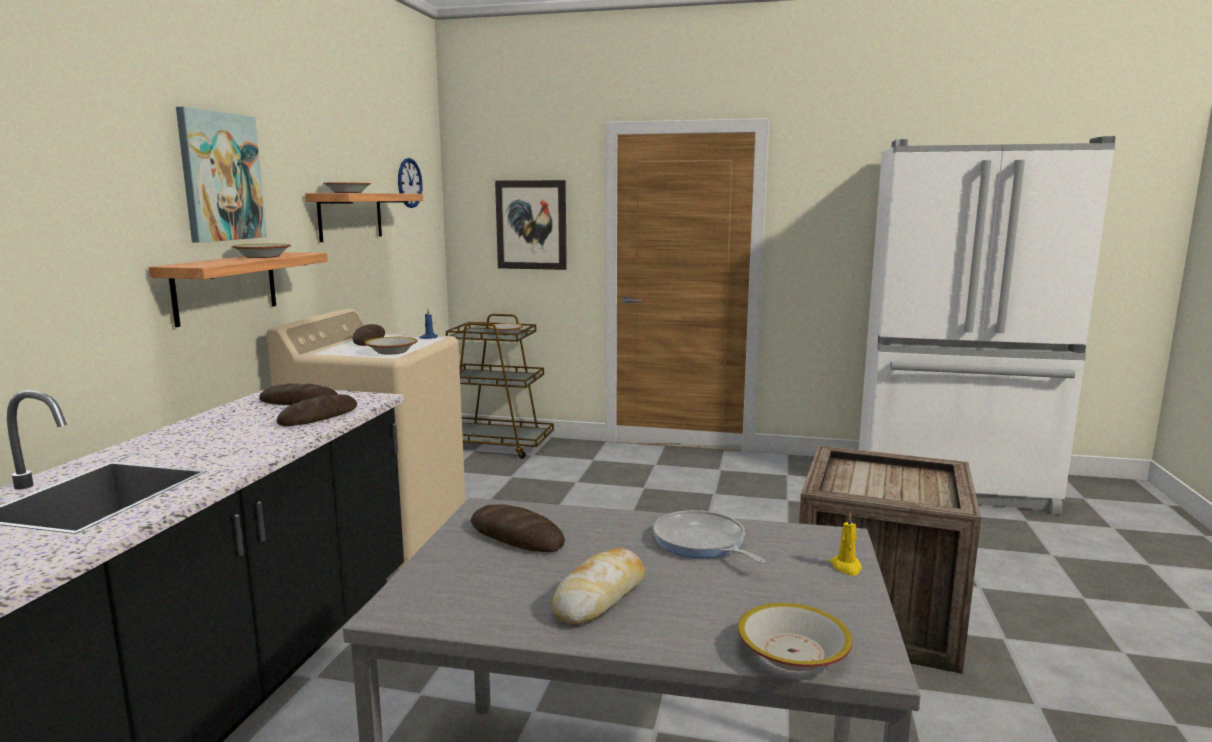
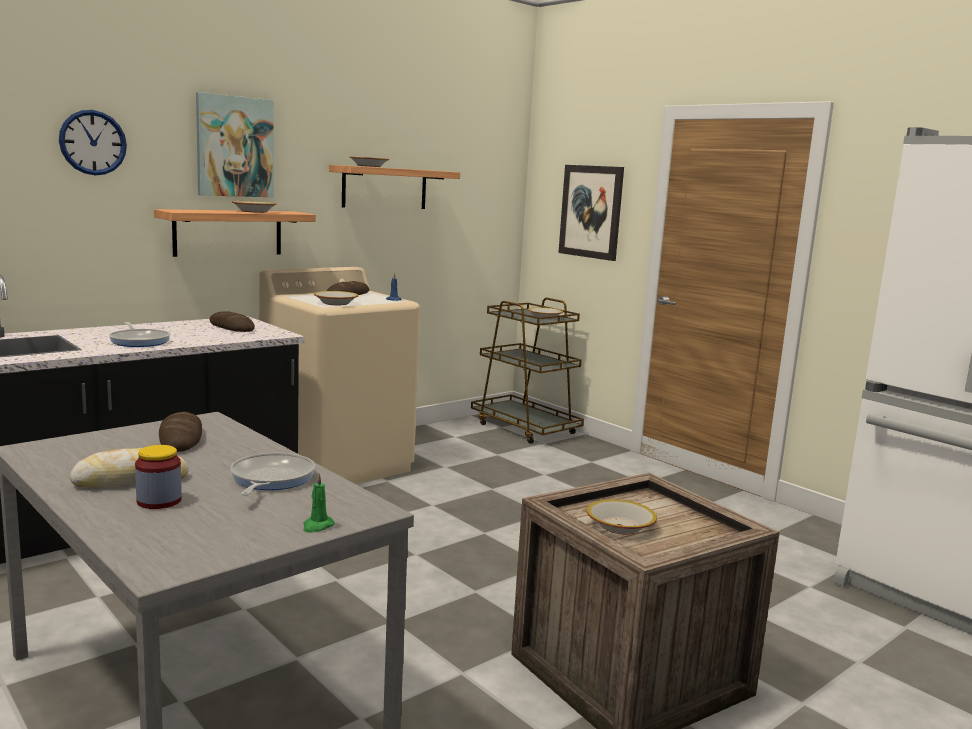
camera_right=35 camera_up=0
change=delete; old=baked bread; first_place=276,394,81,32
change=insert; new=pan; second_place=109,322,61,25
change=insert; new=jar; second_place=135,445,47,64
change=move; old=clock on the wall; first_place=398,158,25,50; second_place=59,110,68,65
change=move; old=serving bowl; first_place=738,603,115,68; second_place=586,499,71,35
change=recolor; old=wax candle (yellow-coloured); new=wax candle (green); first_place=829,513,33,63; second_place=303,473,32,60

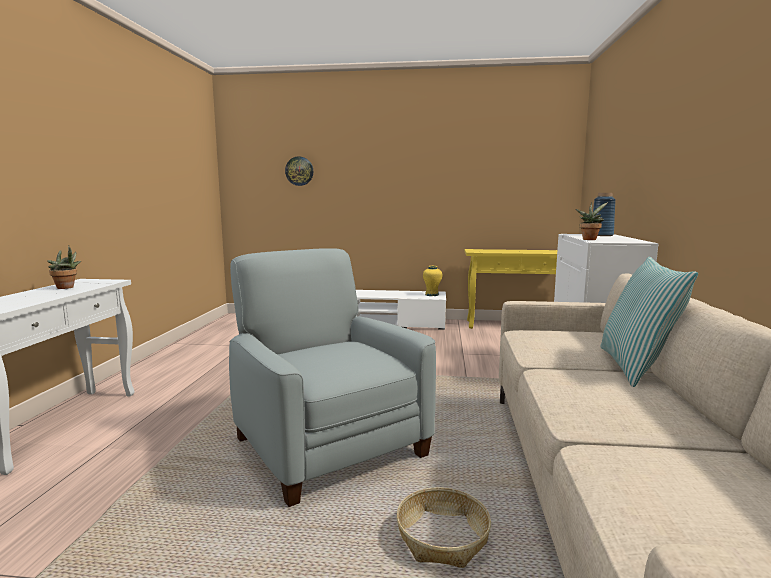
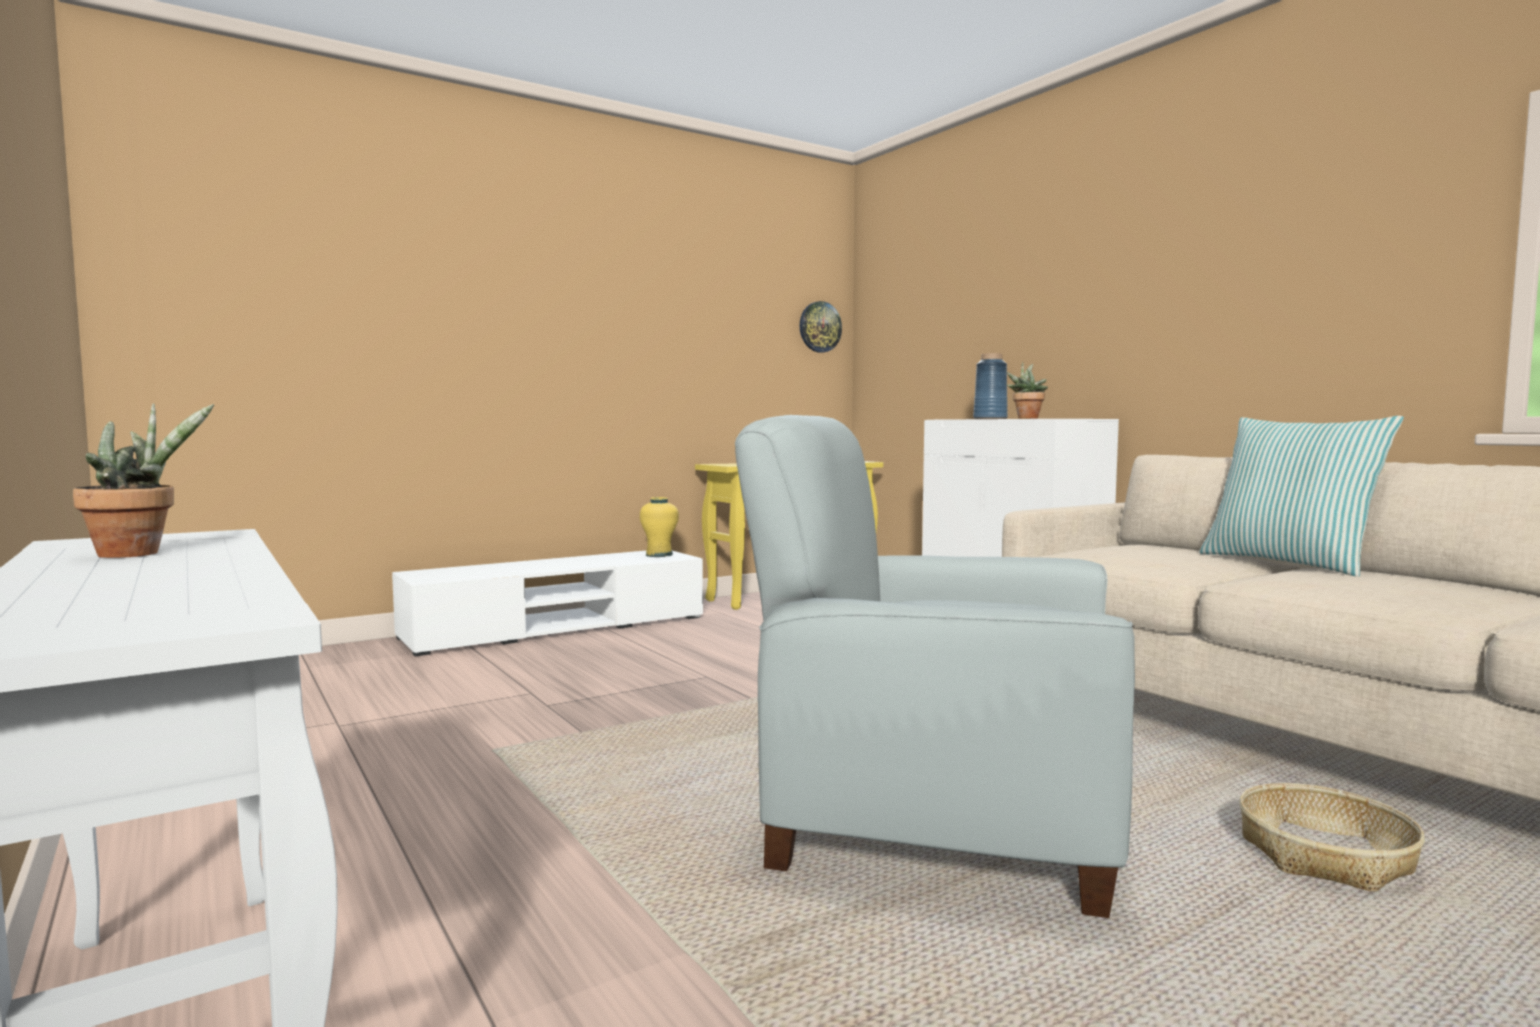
camera_right=-40 camera_up=-5
change=move; old=clock on the wall; first_place=285,156,28,30; second_place=800,301,42,52

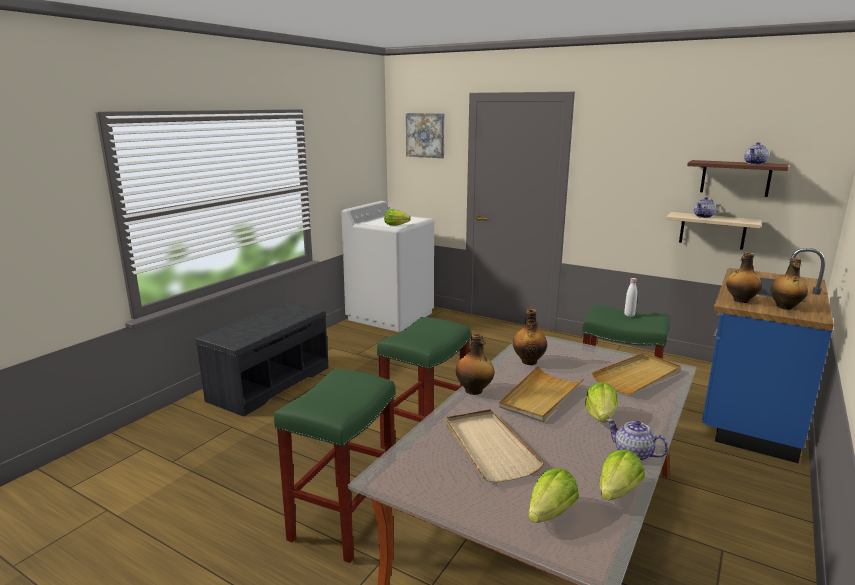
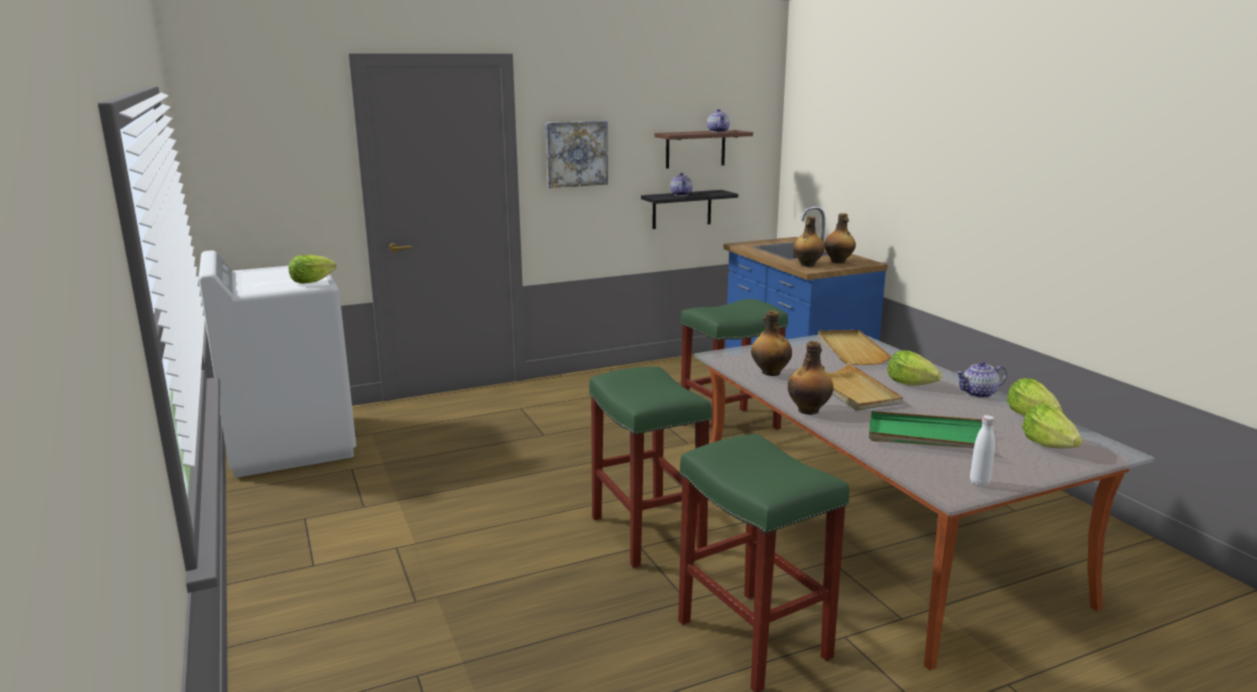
camera_right=-55 camera_up=0
change=delete; old=bench (grey); first_place=196,302,133,115
change=move; old=wall art; first_place=406,113,38,45; second_place=546,121,62,67
change=move; old=bottle (whitish); first_place=624,278,13,39; second_place=970,415,25,72
change=recolor; old=carrying tray (beige-coloured); new=carrying tray (green); first_place=446,409,98,74; second_place=869,411,113,38
change=recolor; old=shelf (beige-coloured); new=shelf (blackish); first_place=666,212,96,38; second_place=641,190,97,39

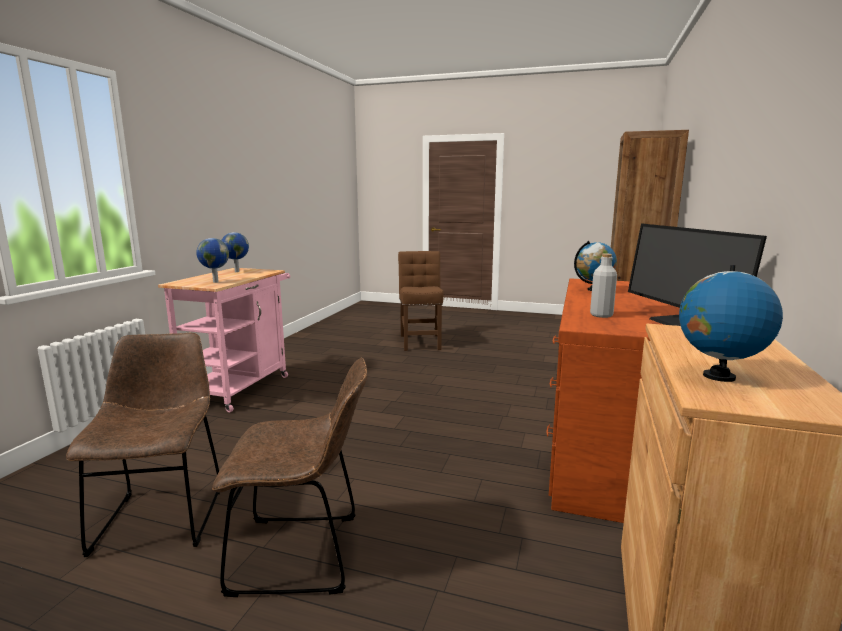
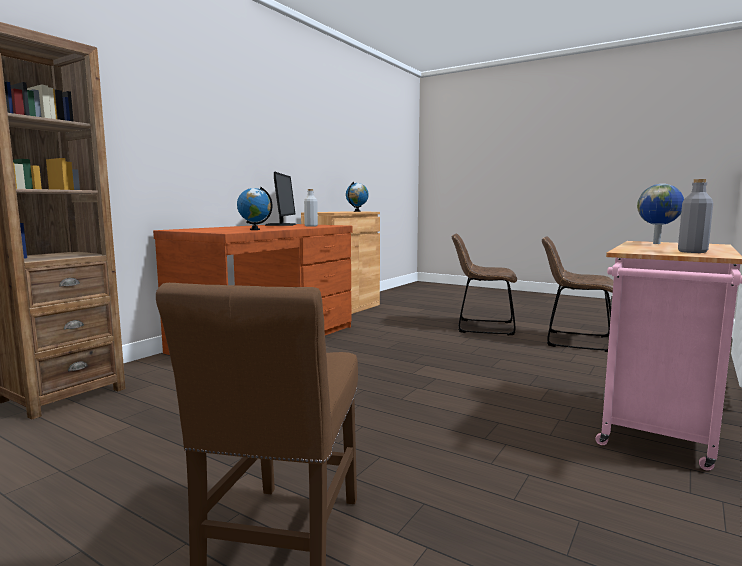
camera_right=-165 camera_up=-5
change=replace; old=globe; new=bottle (grey); first_place=221,232,28,40; second_place=678,179,35,74
change=rotate; old=chair (brownish); first_place=66,333,154,224; second_place=542,236,71,116; degrees=105

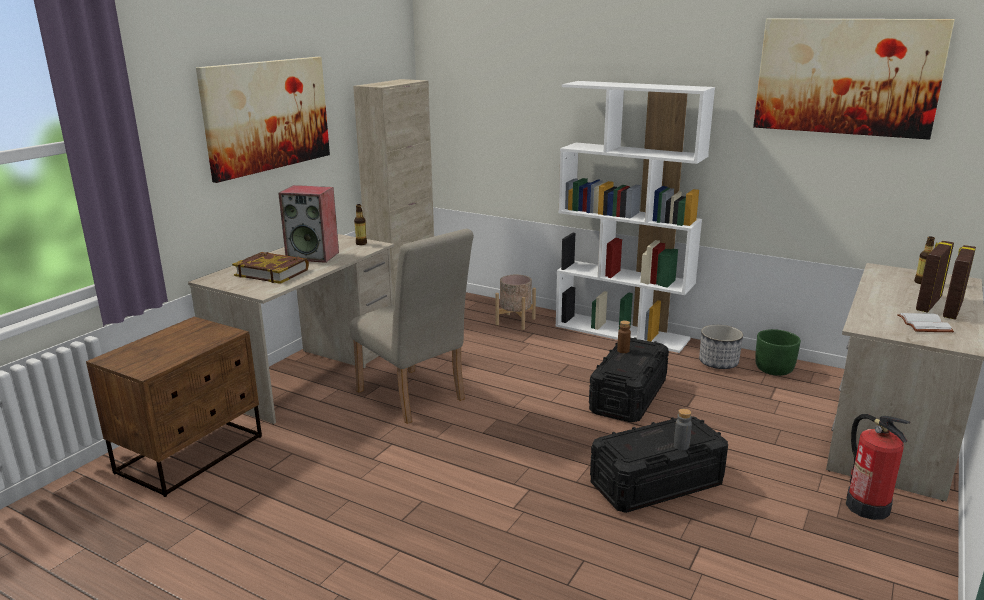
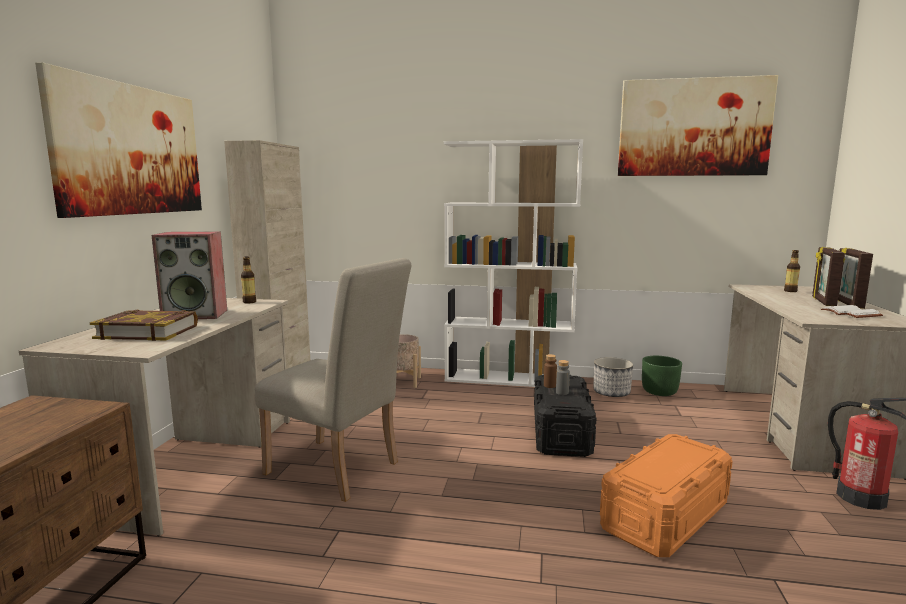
camera_right=-20 camera_up=-10
change=move; old=bottle (grey); first_place=674,409,18,41; second_place=556,360,14,35
change=recolor; old=storage container (blackish); new=storage container (orange); first_place=590,416,138,97; second_place=600,434,132,123

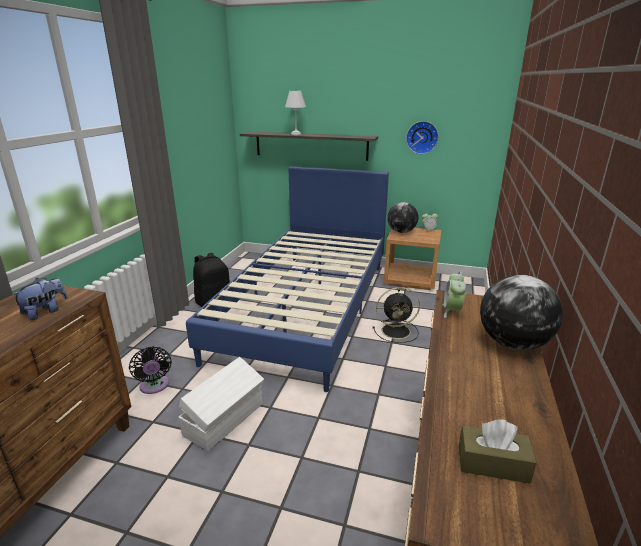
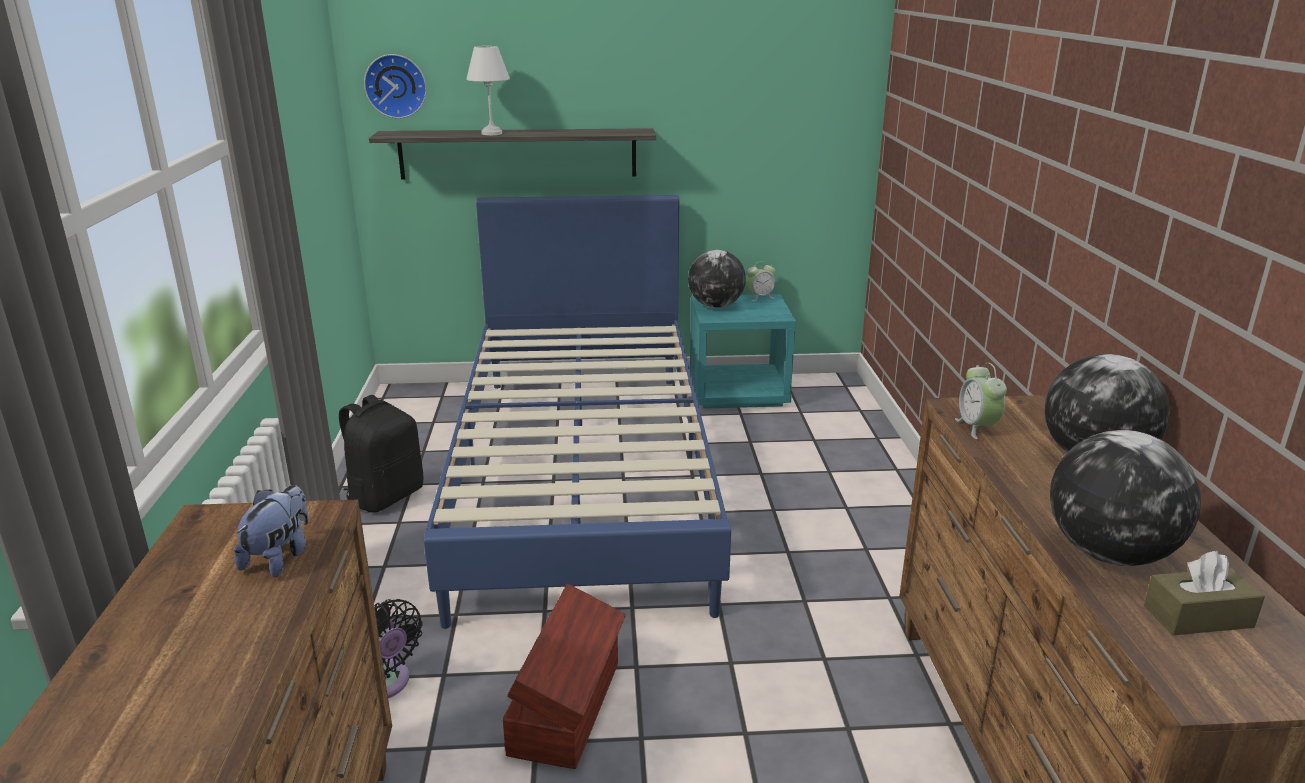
camera_right=-20 camera_up=0
change=delete; old=fan (blackish); first_place=373,287,47,56
change=insert; new=globe; second_place=1050,430,151,136
change=move; old=clock on the wall; first_place=406,121,33,33; second_place=364,54,63,65
change=recolor; old=storage container (whitish); new=storage container (brownish); first_place=179,357,85,94; second_place=502,583,124,186
change=recolor; old=night table (brownish); new=night table (turquoise-coloured); first_place=384,228,57,62; second_place=690,294,106,115

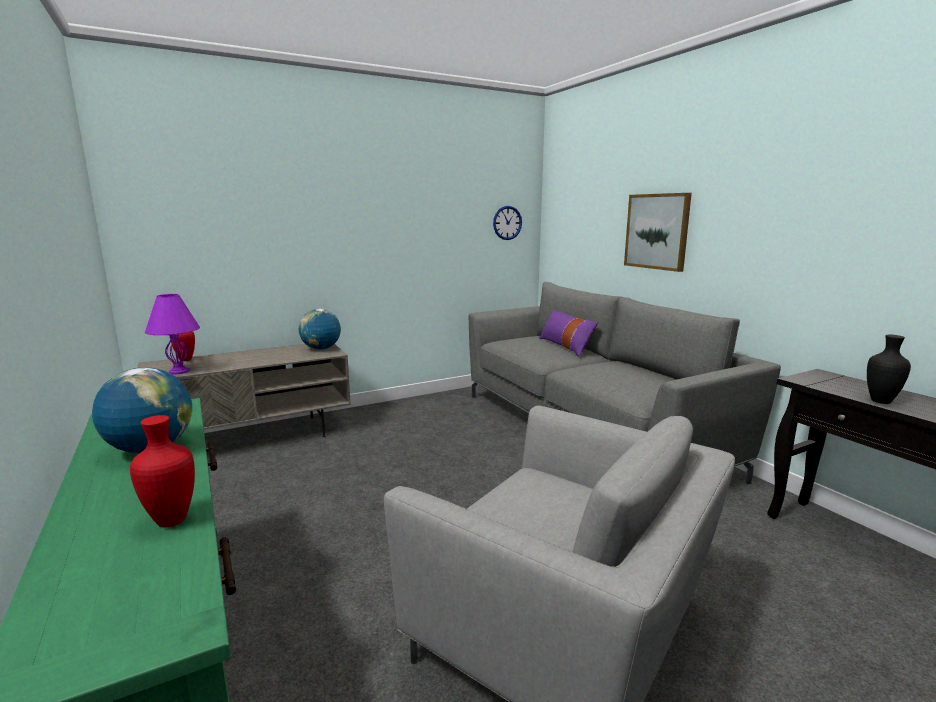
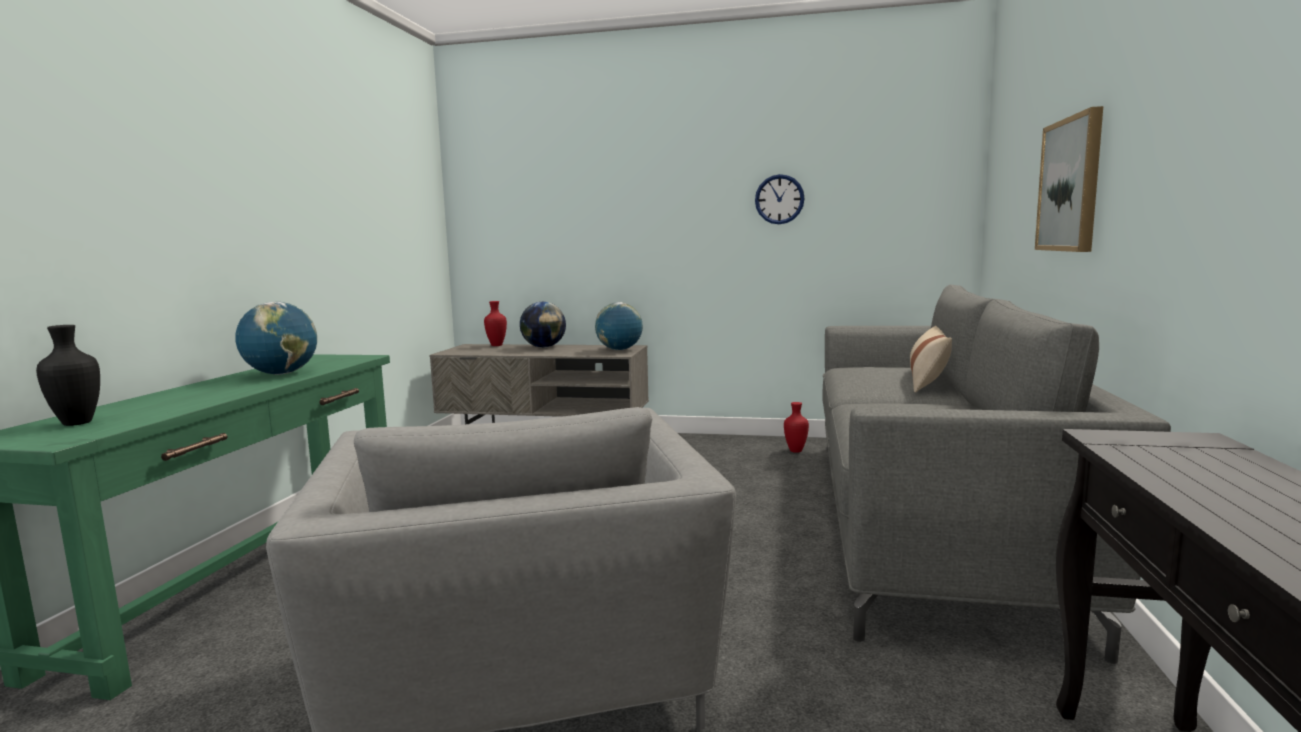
camera_right=40 camera_up=-5
change=delete; old=lamp for a table (purple); first_place=145,294,55,80
change=insert; new=globe; second_place=520,302,46,46
change=move; old=flower vase (red); first_place=130,415,65,112; second_place=784,402,25,51
change=move; old=clock on the wall; first_place=493,206,29,34; second_place=755,174,50,50
change=move; old=flower vase (blackish); first_place=867,335,44,69; second_place=36,325,64,101
change=recolor; old=throw pillow (purple); new=throw pillow (beige-coloured); first_place=539,310,60,47; second_place=910,326,42,67

